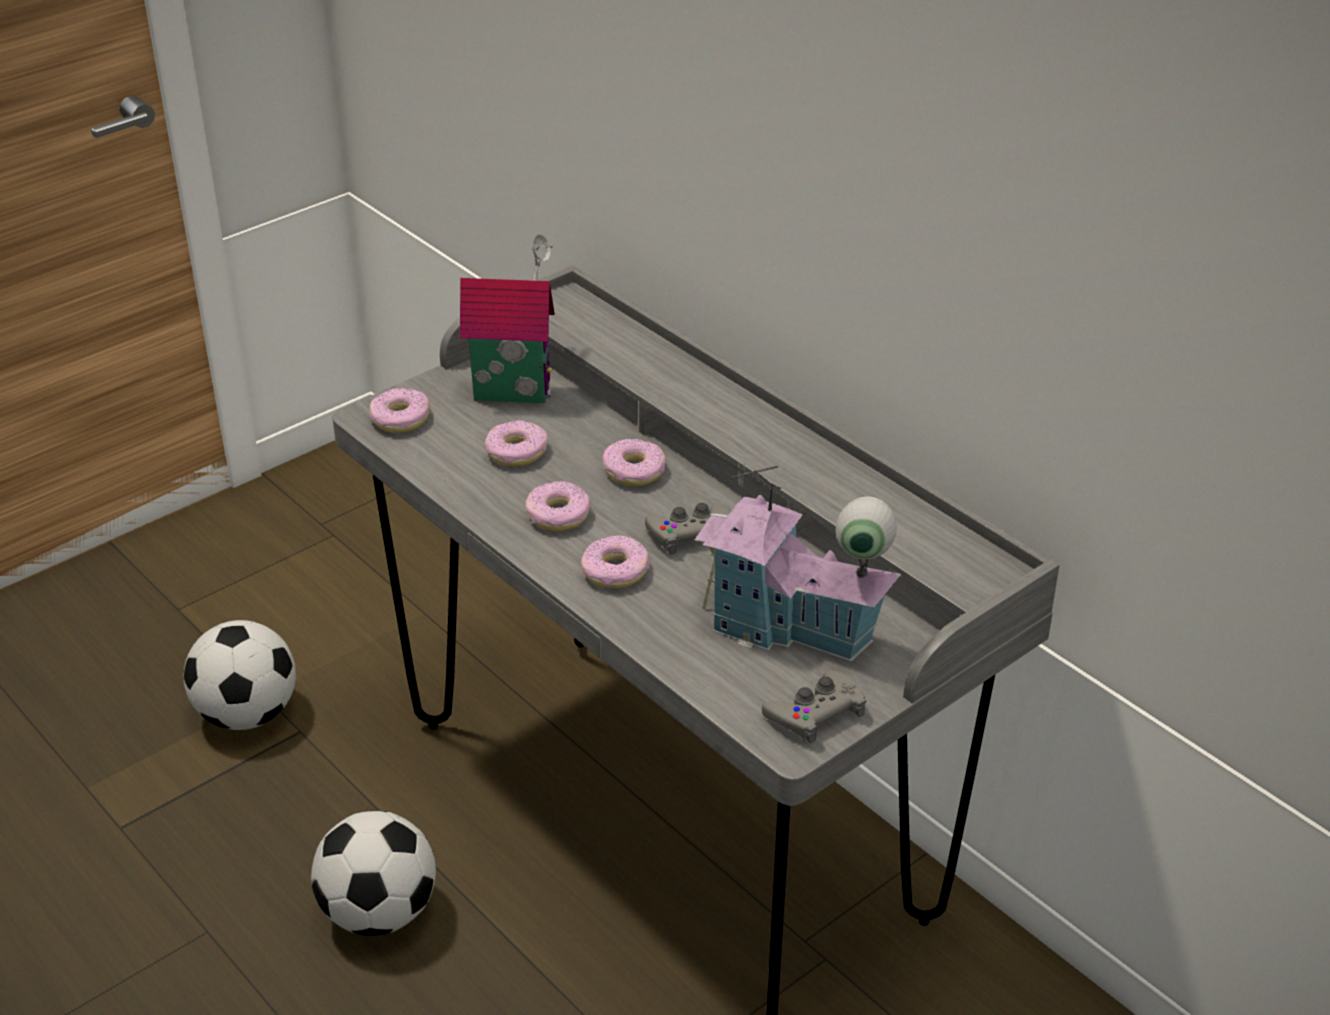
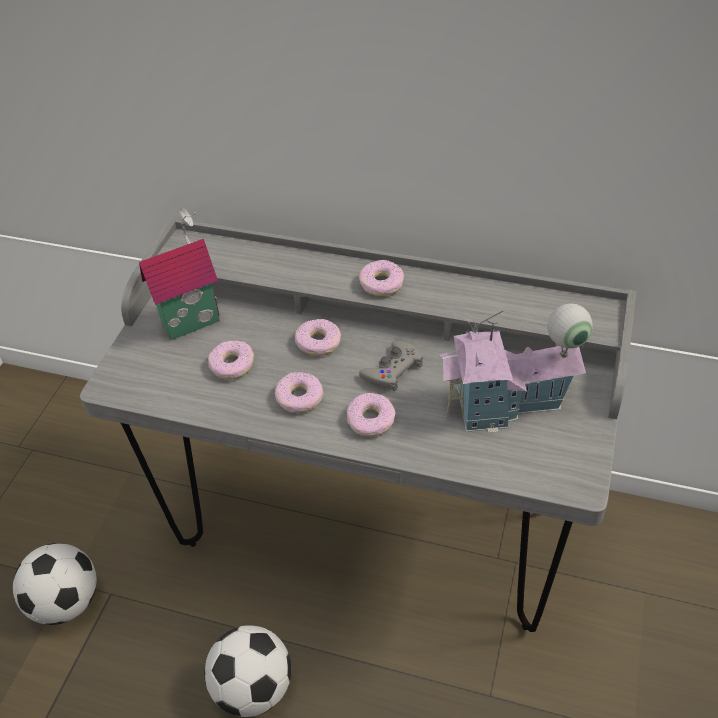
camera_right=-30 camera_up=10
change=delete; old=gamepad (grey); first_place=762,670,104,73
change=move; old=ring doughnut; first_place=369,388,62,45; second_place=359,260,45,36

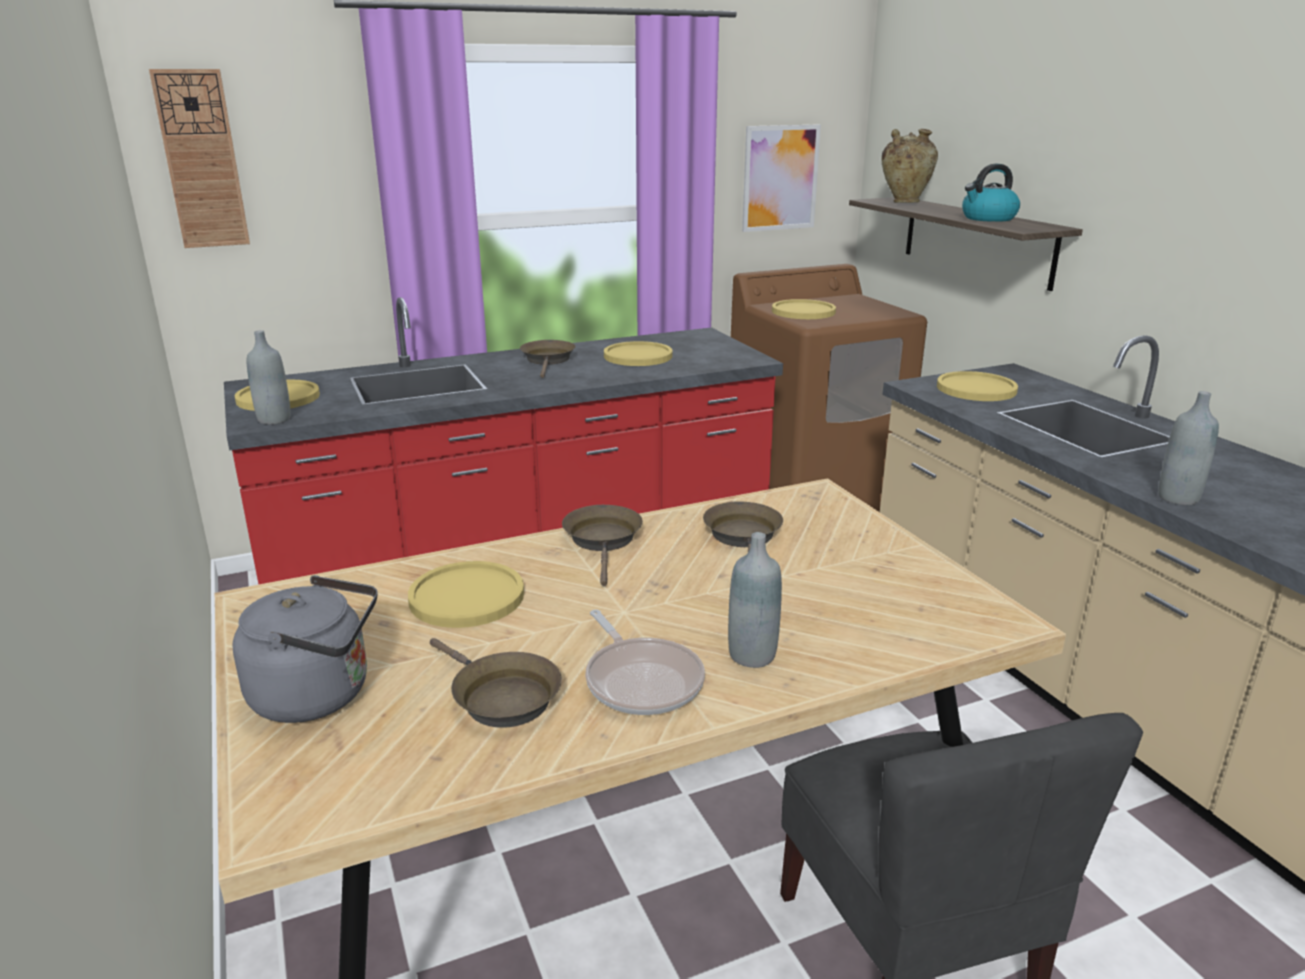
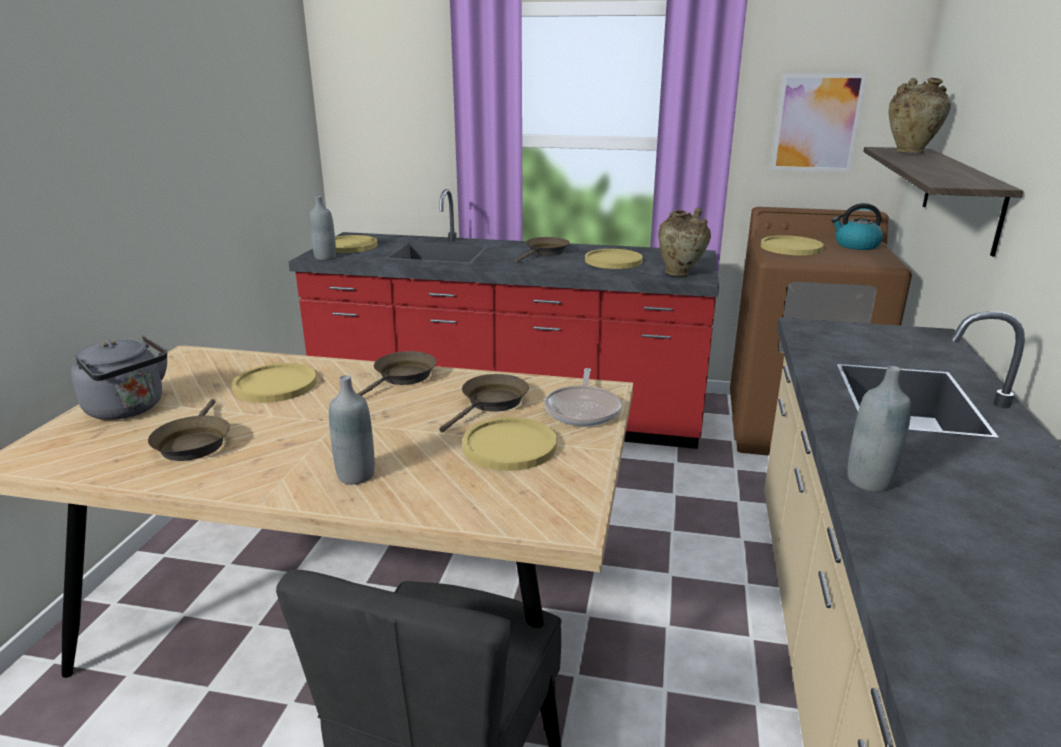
camera_right=35 camera_up=0
change=delete; old=clock on the wall; first_place=149,69,101,179
change=insert; new=flower vase (beige-coloured); second_place=658,208,53,69
change=move; old=pan; first_place=585,609,120,106; second_place=544,368,78,58
change=move; old=plate (yellow-coloured); first_place=937,371,81,30; second_place=463,417,94,54
change=move; old=tea kettle; first_place=962,164,58,58; second_place=831,203,52,47

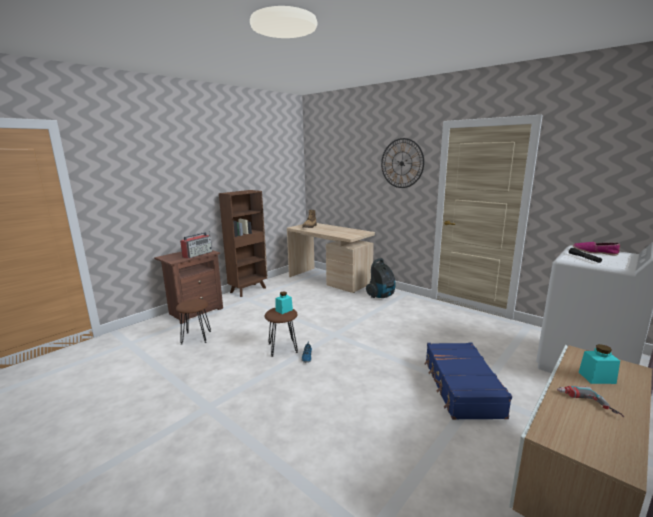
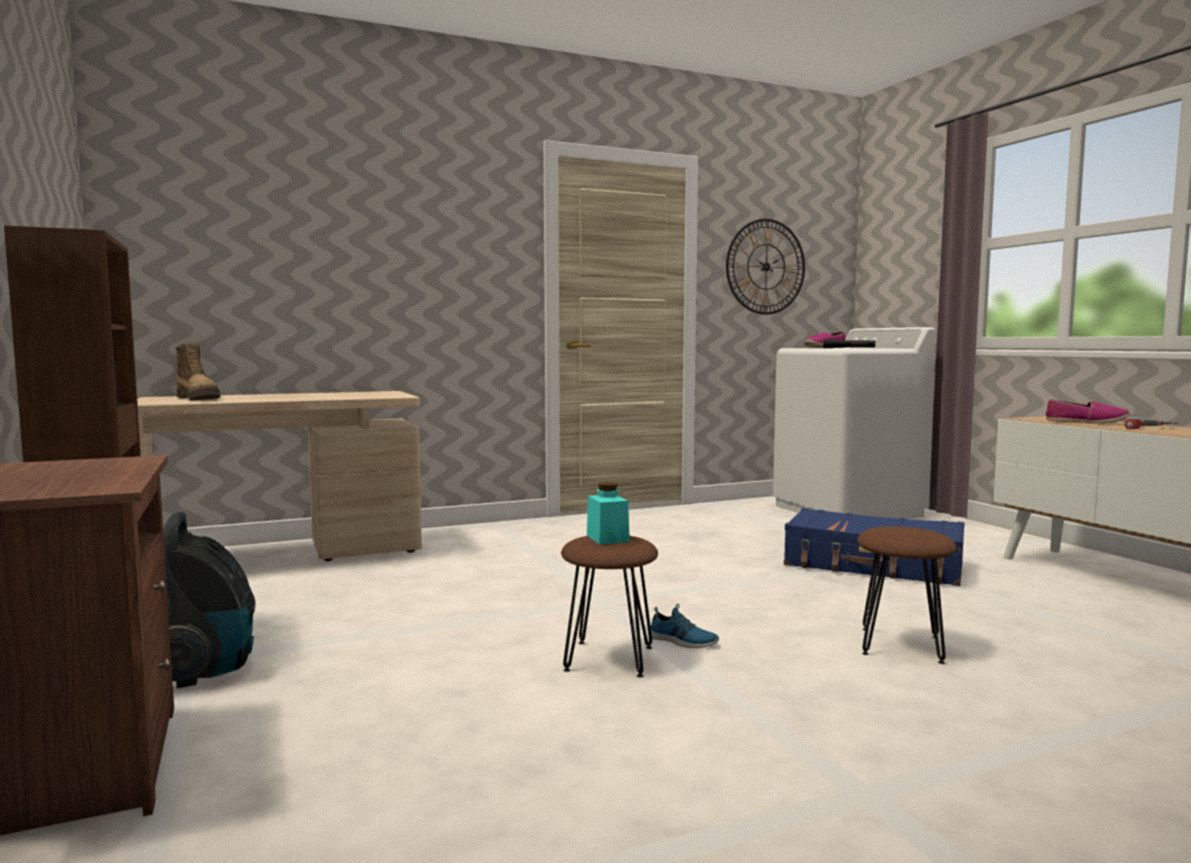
camera_right=-65 camera_up=-10
change=delete; old=radio; first_place=180,231,32,28
change=move; old=stool (brownish); first_place=176,299,35,46; second_place=857,526,100,138
change=move; old=vacuum; first_place=366,258,29,40; second_place=163,512,93,176
change=move; old=clock on the wall; first_place=381,138,43,50; second_place=726,219,79,96
change=replace; old=jar (turquoise-coloured); new=low shoe; first_place=579,344,41,40; second_place=1046,399,84,25

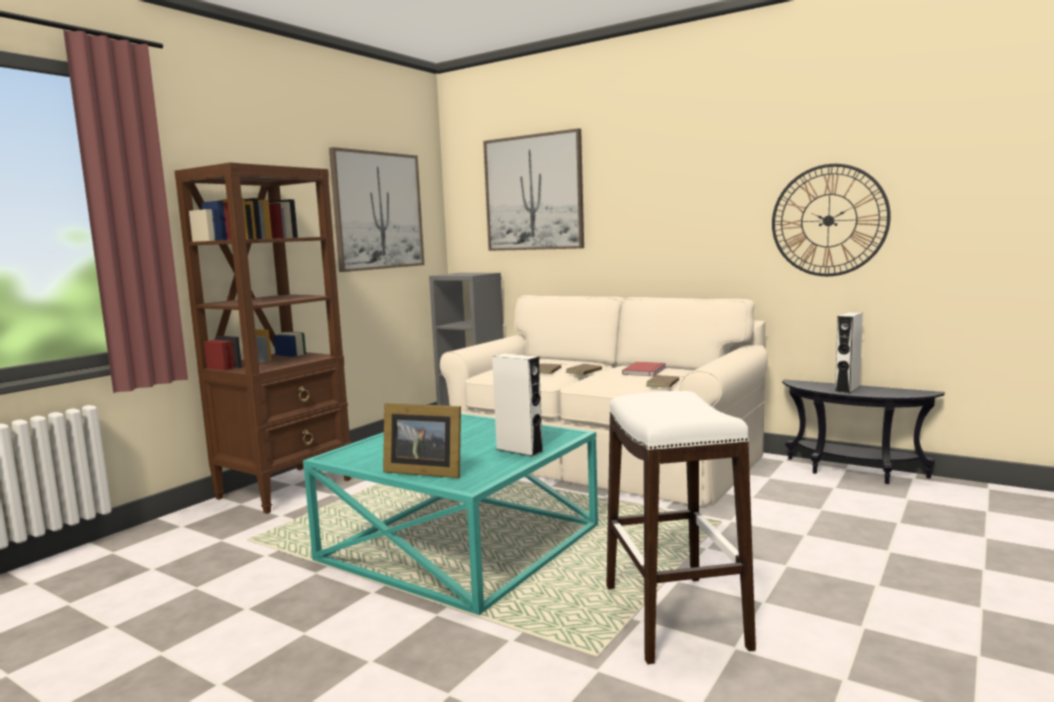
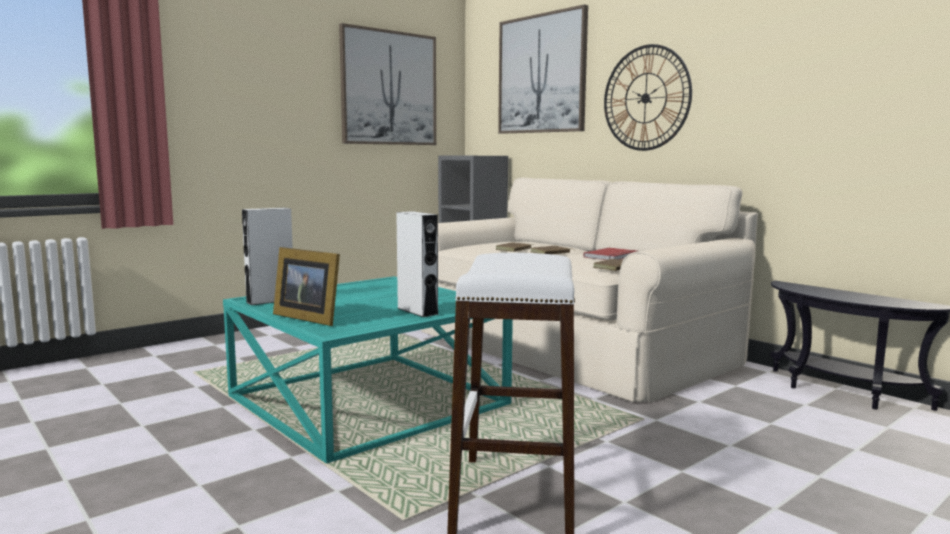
camera_right=15 camera_up=0
change=delete; old=bookshelf (brownish); first_place=174,162,177,352
change=move; old=clock on the wall; first_place=772,164,119,112; second_place=604,44,88,107
change=move; old=loudspeaker (whitish); first_place=835,312,28,81; second_place=242,207,51,98

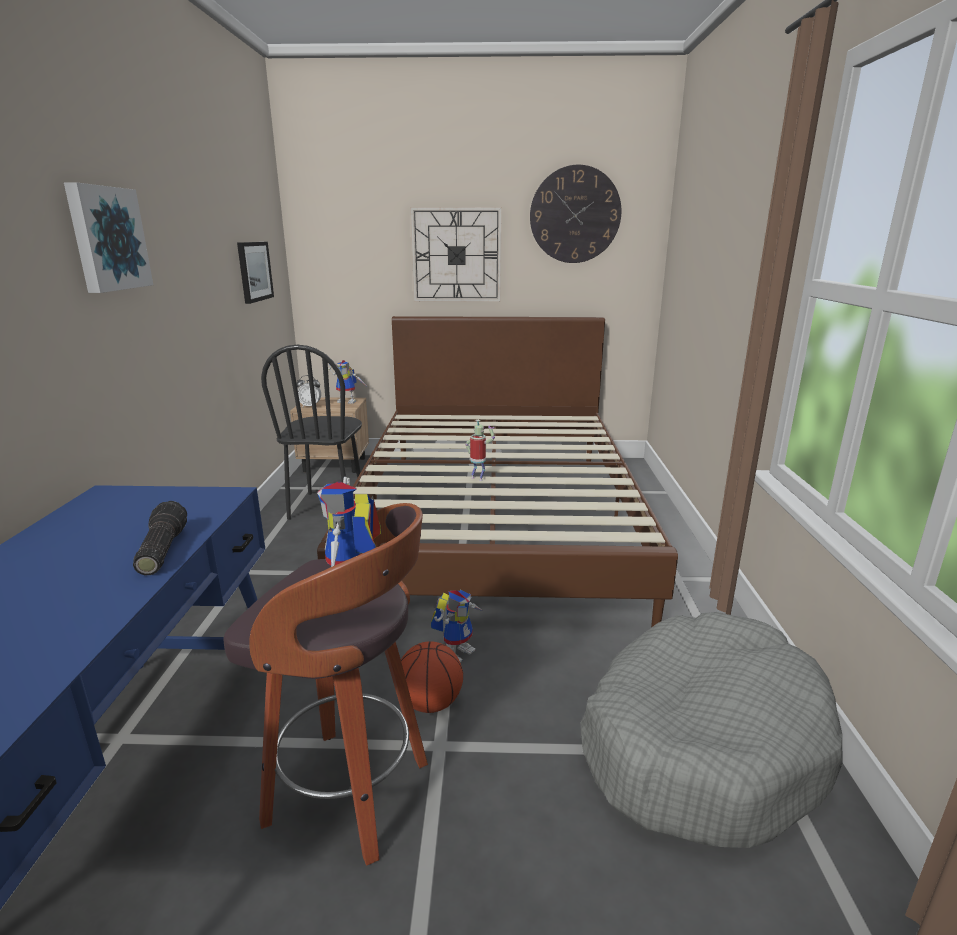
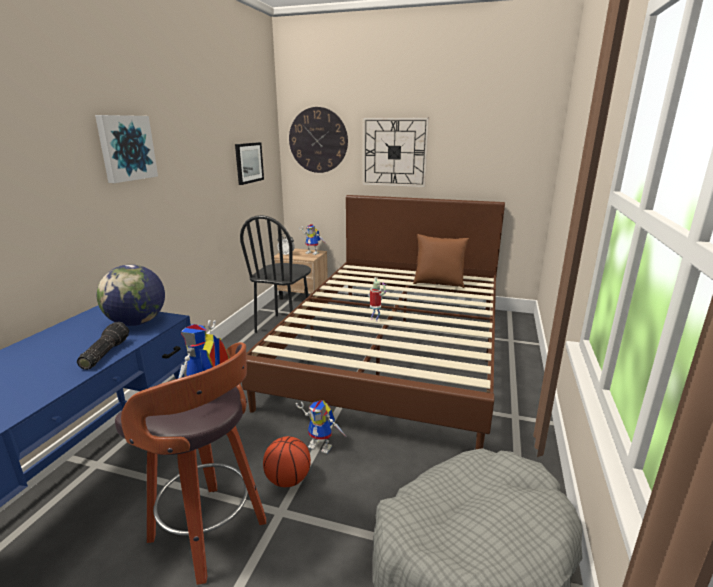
camera_right=15 camera_up=0
change=insert; new=globe; second_place=97,264,68,62
change=insert; new=throw pillow (brownish); second_place=413,234,56,54
change=move; old=clock on the wall; first_place=530,165,91,98; second_place=289,107,59,66
change=rotate; old=model robot; first_place=431,590,52,72; second_place=296,400,49,54; degrees=60

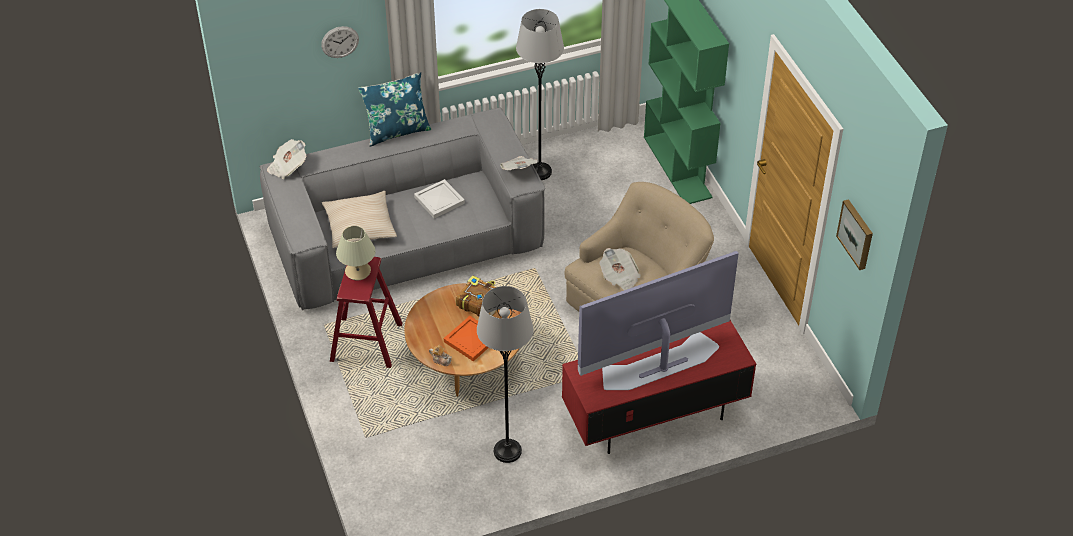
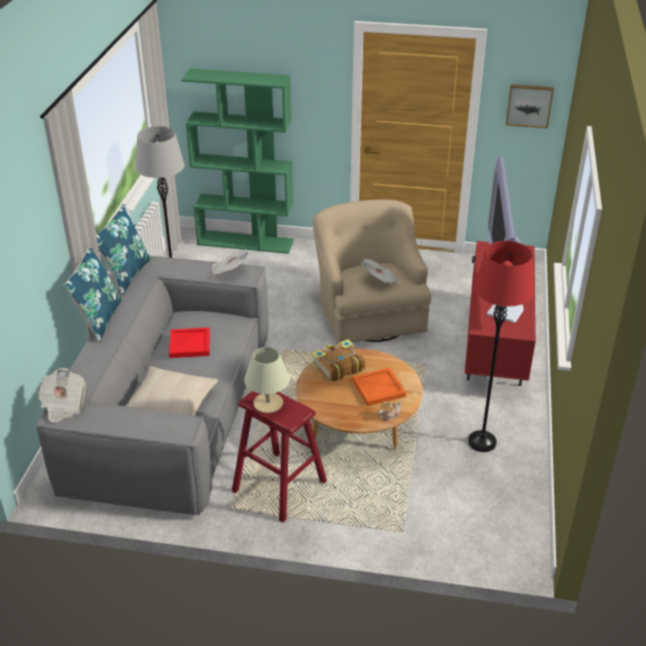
camera_right=-60 camera_up=-10
change=delete; old=clock on the wall; first_place=321,26,38,32
change=insert; new=throw pillow (bluish); second_place=96,204,55,91
change=recolor; old=carrying tray (whitish); new=carrying tray (red); first_place=414,179,51,39; second_place=169,328,41,30
change=recolor; old=floor lamp (grey); new=floor lamp (red); first_place=477,286,56,177; second_place=468,241,66,211

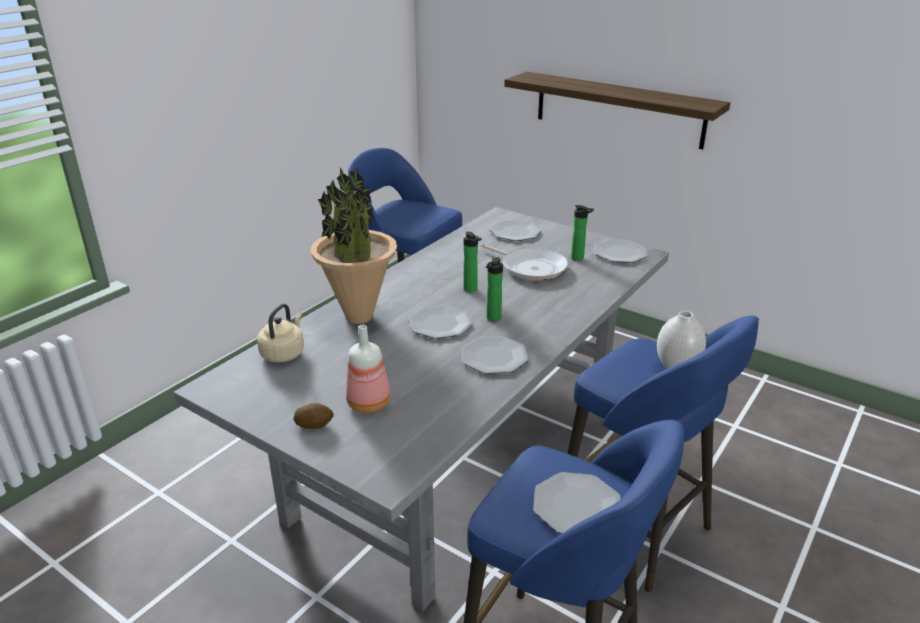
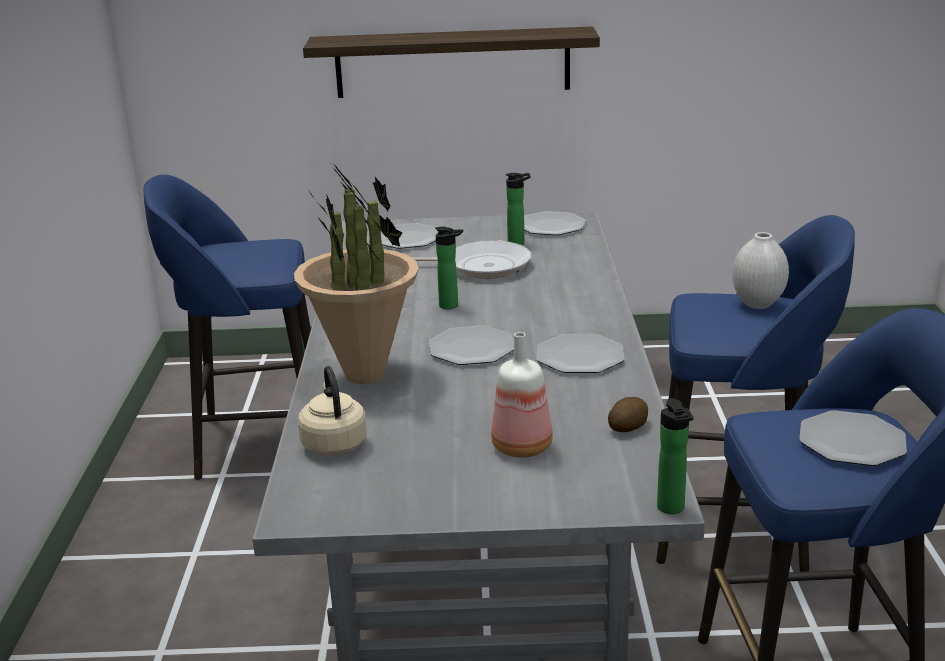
camera_right=-35 camera_up=-5
change=move; old=spud; first_place=294,403,40,26; second_place=608,397,40,35
change=move; old=bottle; first_place=486,257,17,64; second_place=657,398,36,116

